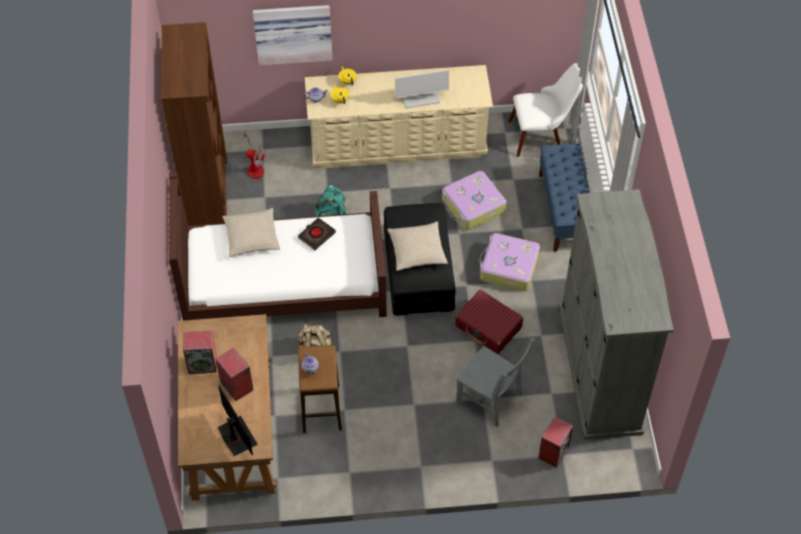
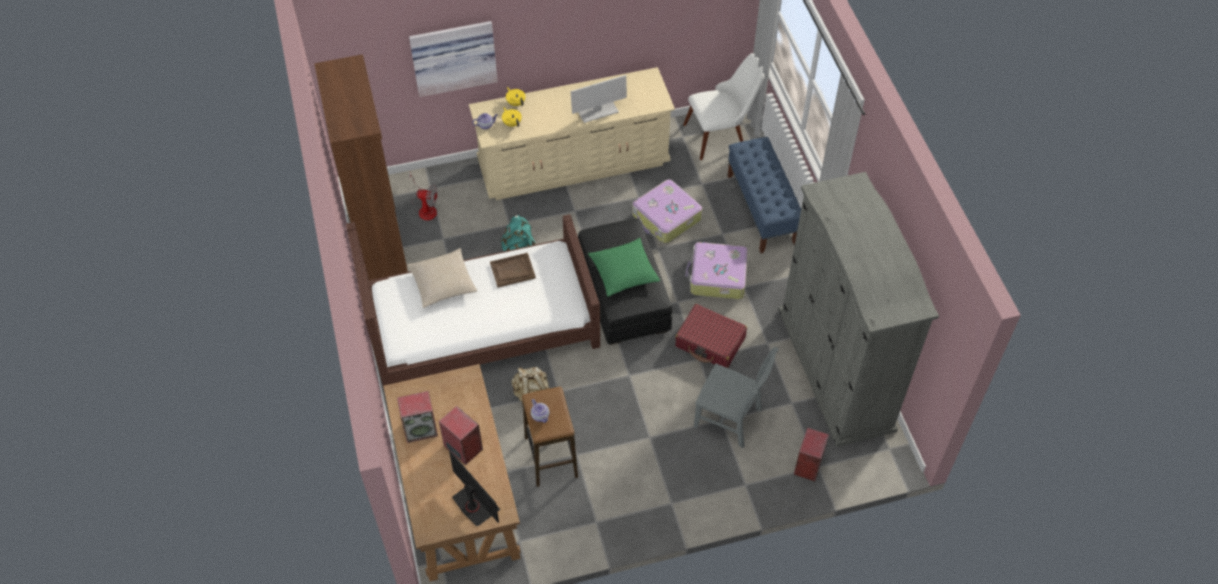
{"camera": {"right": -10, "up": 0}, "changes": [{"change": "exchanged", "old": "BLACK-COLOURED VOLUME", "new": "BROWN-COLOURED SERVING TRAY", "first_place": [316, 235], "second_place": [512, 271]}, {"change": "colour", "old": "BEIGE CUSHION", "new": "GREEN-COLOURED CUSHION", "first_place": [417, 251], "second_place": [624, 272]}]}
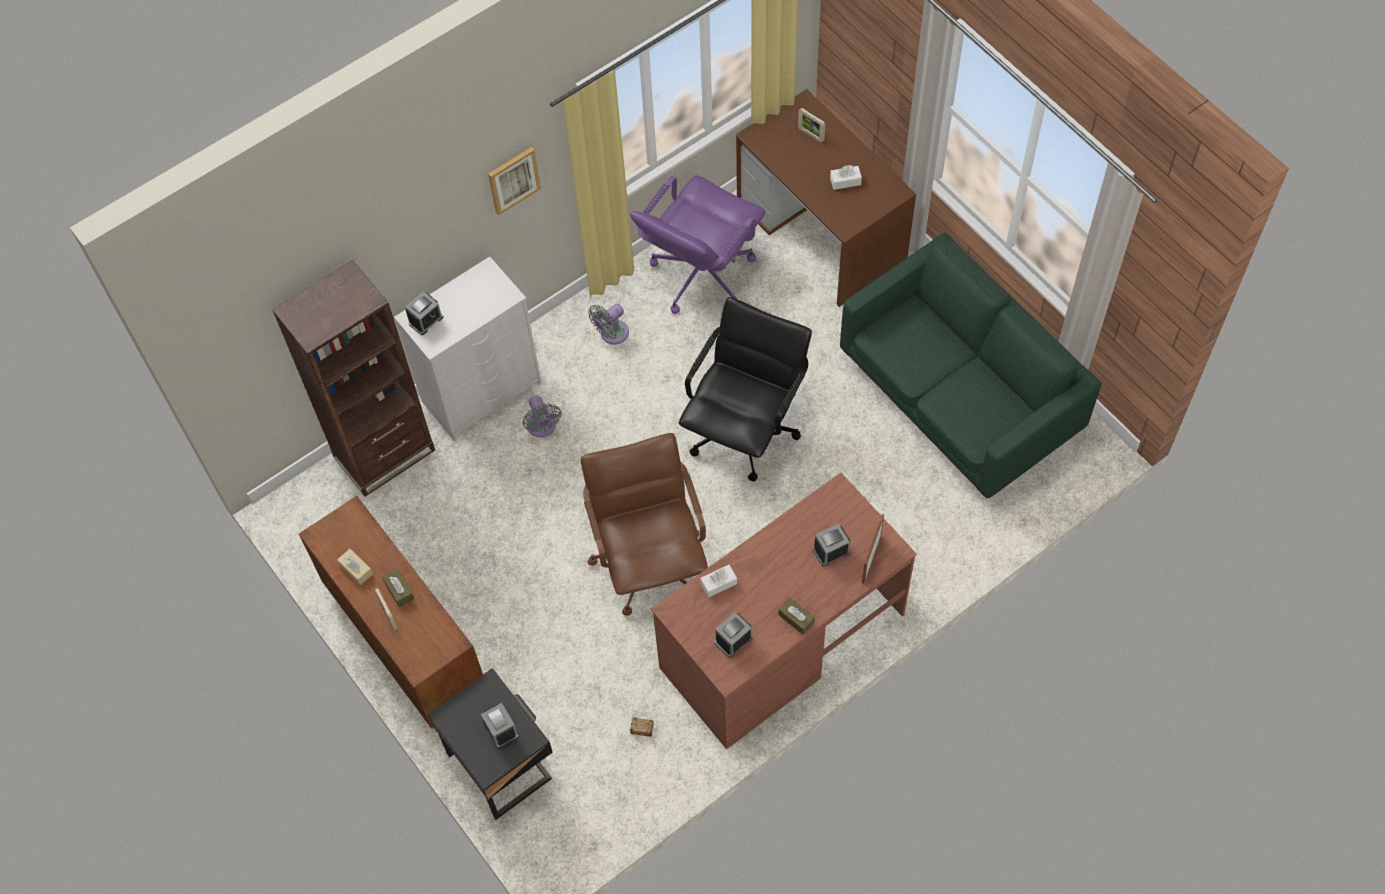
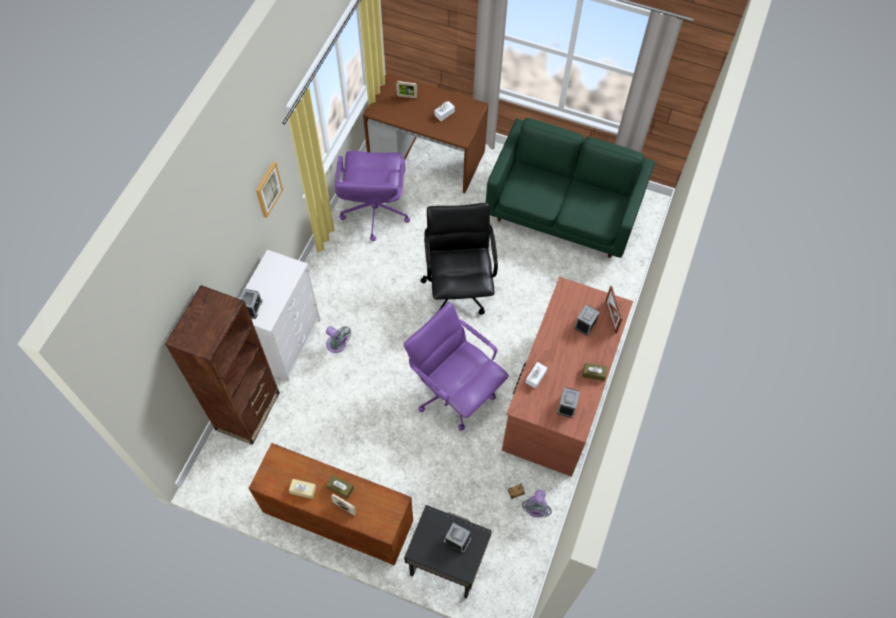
{"camera": {"right": -35, "up": 0}, "changes": [{"change": "colour", "old": "BROWN-COLOURED OFFICE CHAIR", "new": "PURPLISH OFFICE CHAIR", "first_place": [649, 562], "second_place": [454, 391]}, {"change": "relocated", "old": "GRAY FAN", "first_place": [612, 334], "second_place": [535, 509]}]}
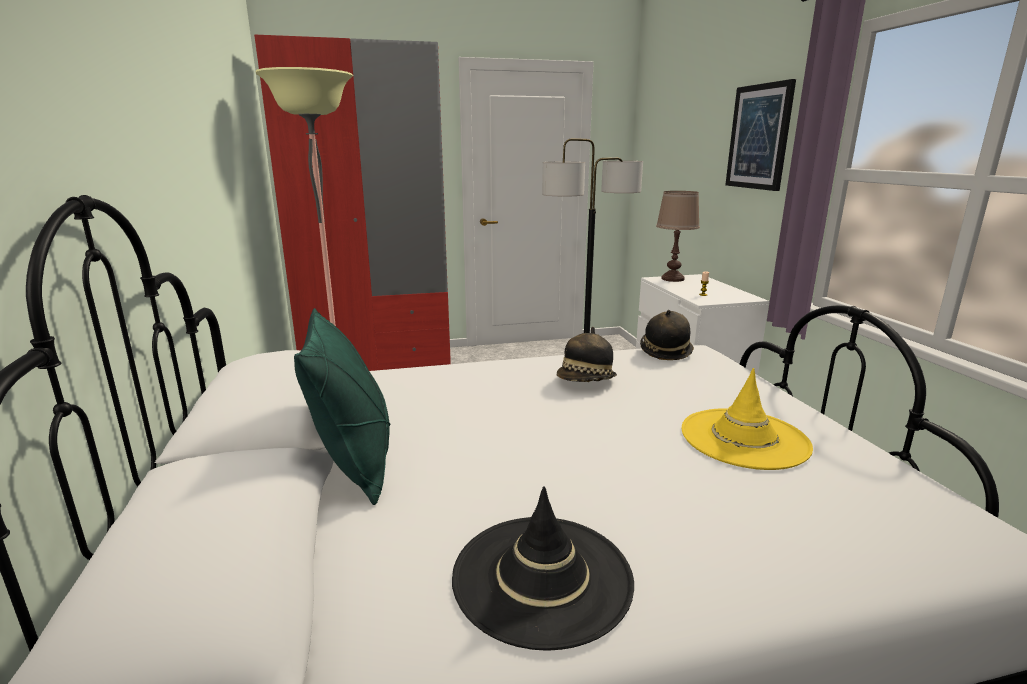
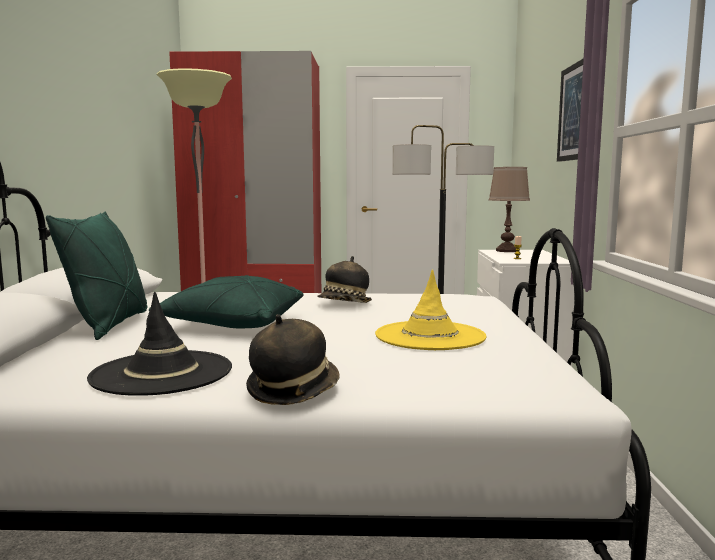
{"camera": {"right": 15, "up": -10}, "changes": [{"change": "relocated", "old": "WEARABLE HAT", "first_place": [665, 352], "second_place": [293, 390]}, {"change": "appeared", "new": "GREEN-COLOURED CUSHION", "second_place": [232, 324]}]}
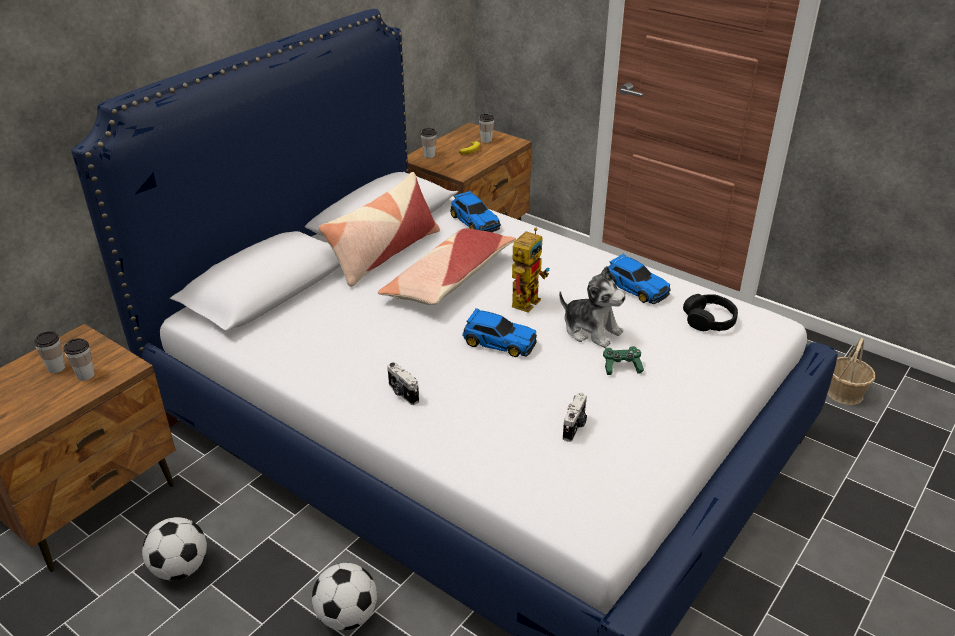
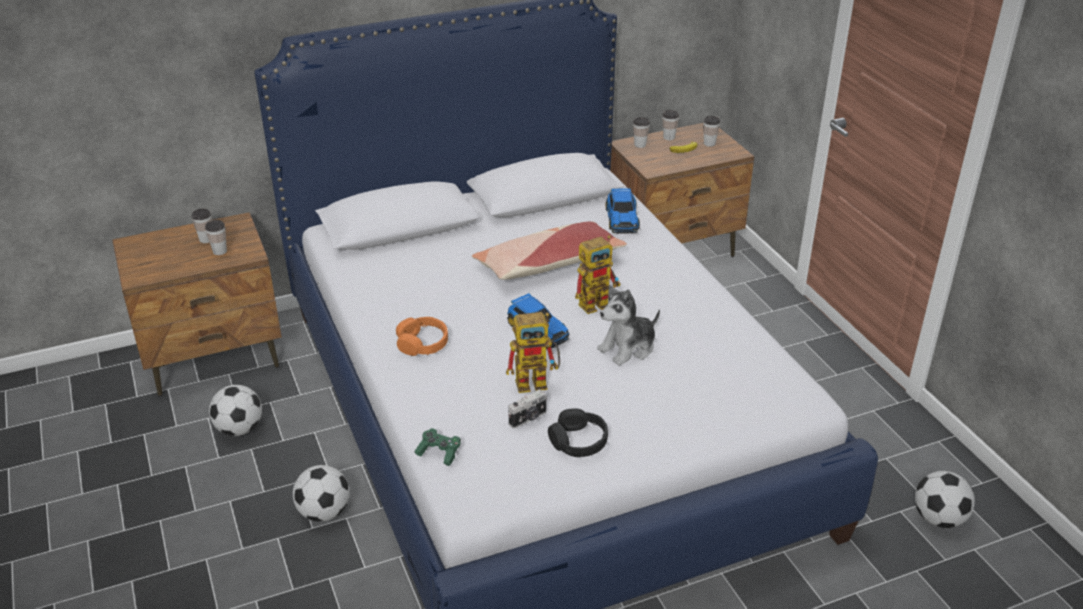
{"camera": {"right": 30, "up": 0}, "changes": [{"change": "missing", "old": "CUSHION", "first_place": [384, 254]}, {"change": "exchanged", "old": "PHOTO CAMERA", "new": "ORANGEY HEADSET", "first_place": [402, 393], "second_place": [422, 343]}, {"change": "spun", "old": "SOFT TOY", "first_place": [591, 330], "second_place": [628, 348], "degrees": 75}, {"change": "relocated", "old": "GREEN-COLOURED GAME CONTROLLER", "first_place": [621, 367], "second_place": [439, 453]}, {"change": "missing", "old": "MINIATURE CAR", "first_place": [635, 287]}, {"change": "relocated", "old": "BLACK-COLOURED HEADSET", "first_place": [709, 320], "second_place": [578, 441]}, {"change": "exchanged", "old": "BASKET", "new": "FOOTBALL", "first_place": [844, 393], "second_place": [938, 518]}, {"change": "appeared", "new": "TOY ROBOT", "second_place": [538, 381]}, {"change": "appeared", "new": "DRINKING CUP", "second_place": [669, 137]}]}
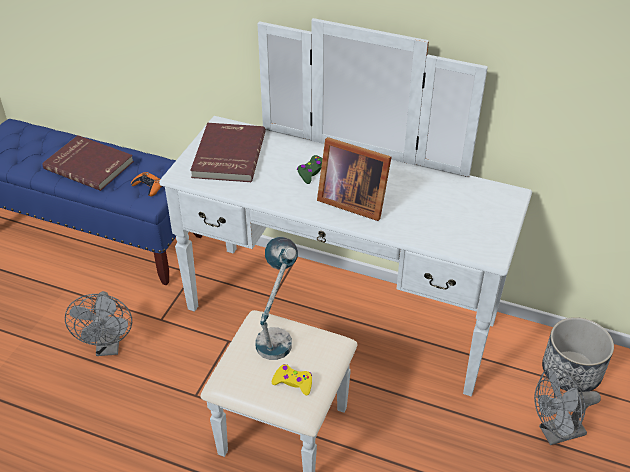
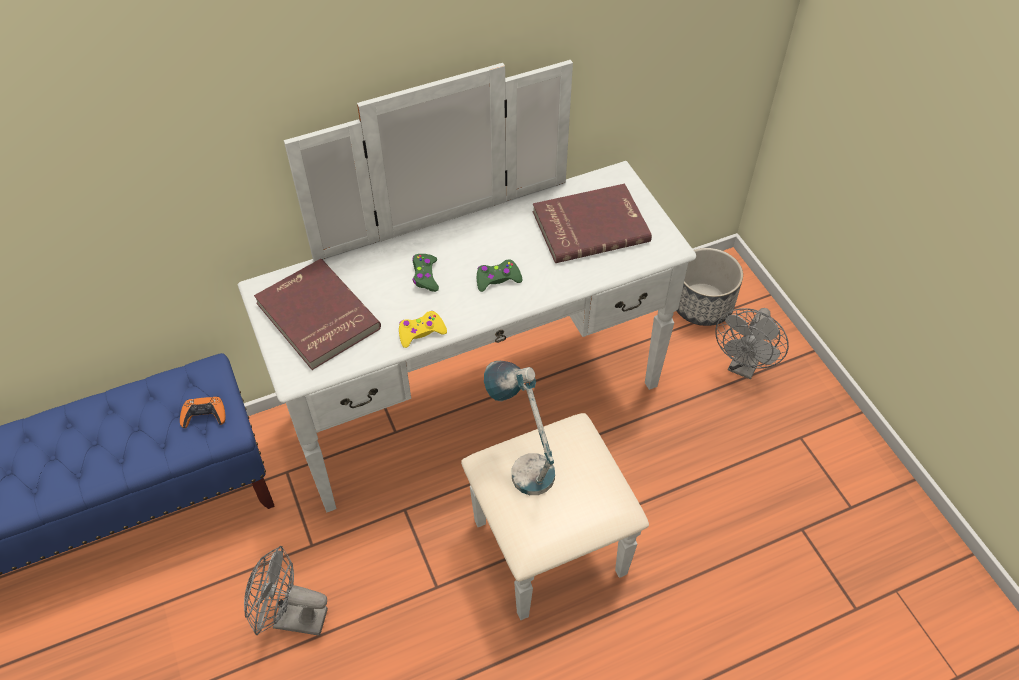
{"camera": {"right": -45, "up": 10}, "changes": [{"change": "relocated", "old": "REDDISH VOLUME", "first_place": [90, 164], "second_place": [589, 225]}, {"change": "spun", "old": "GRAY FAN", "first_place": [109, 347], "second_place": [292, 618], "degrees": 150}, {"change": "relocated", "old": "YELLOW GAME CONTROLLER", "first_place": [293, 382], "second_place": [421, 332]}, {"change": "exchanged", "old": "PHOTO FRAME", "new": "GREEN-COLOURED GAME CONTROLLER", "first_place": [351, 200], "second_place": [497, 279]}]}
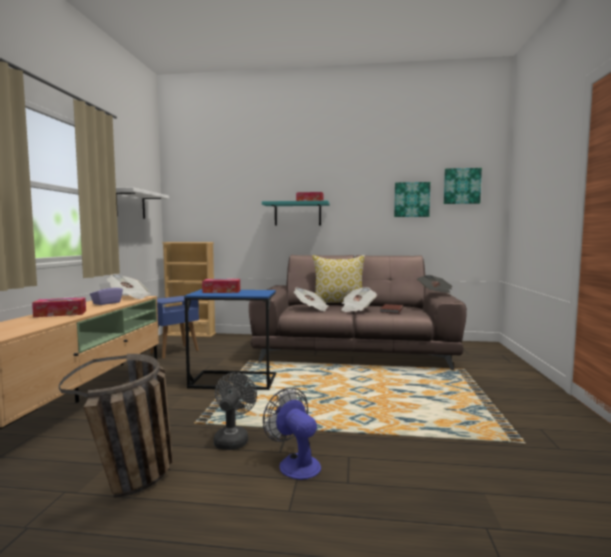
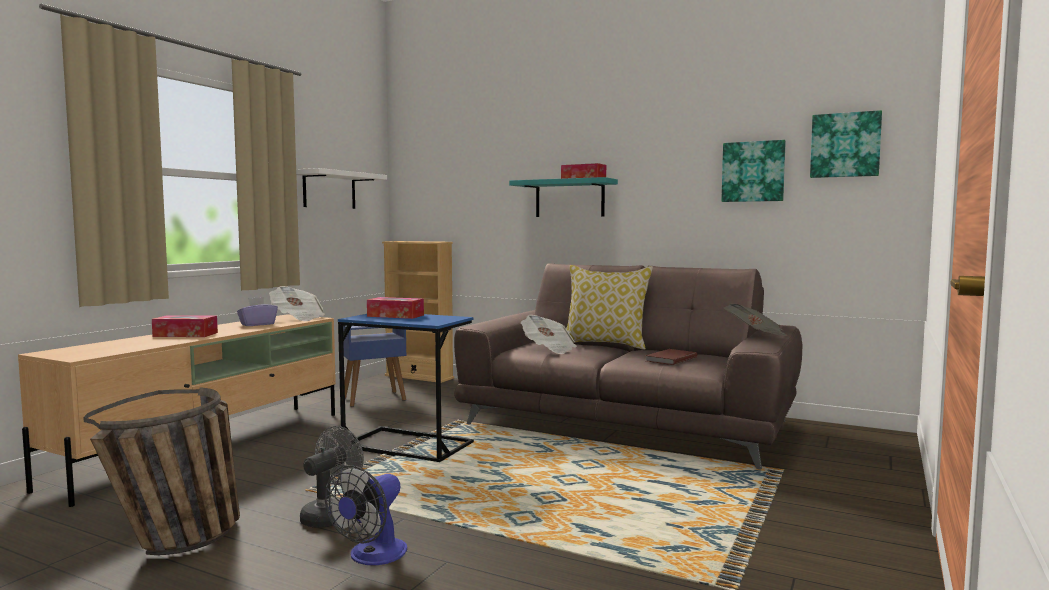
{"camera": {"right": 20, "up": 0}, "changes": [{"change": "spun", "old": "FAN", "first_place": [295, 463], "second_place": [371, 556], "degrees": -135}, {"change": "missing", "old": "DAILY PAPER", "first_place": [357, 309]}]}
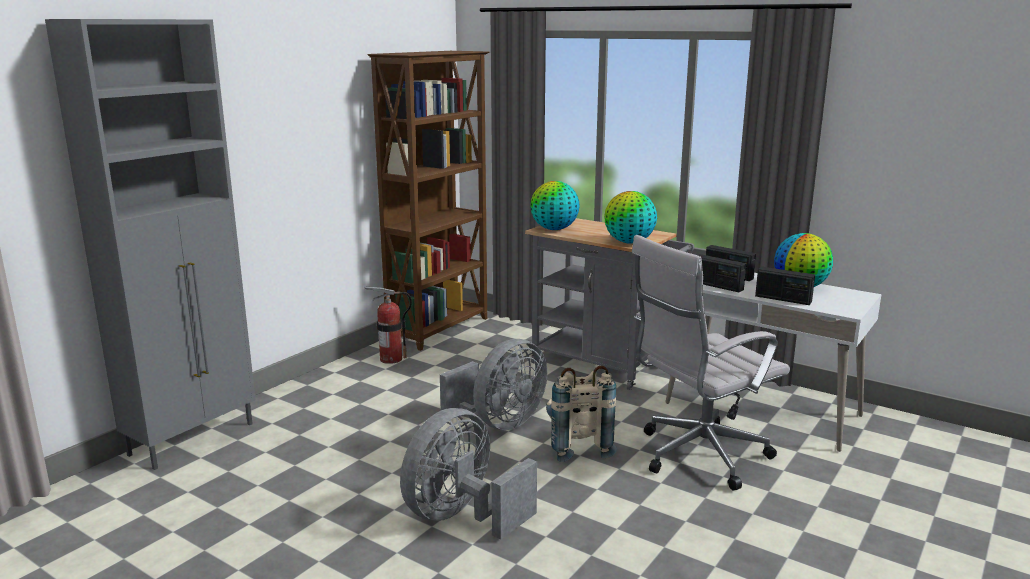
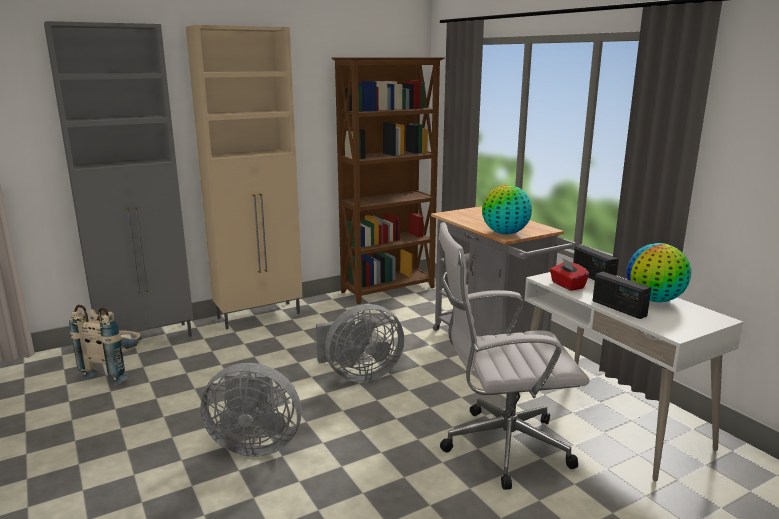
{"camera": {"right": 25, "up": 0}, "changes": [{"change": "missing", "old": "EXTINGUISHER", "first_place": [391, 359]}, {"change": "spun", "old": "GRAY FAN", "first_place": [462, 516], "second_place": [254, 445], "degrees": -150}, {"change": "missing", "old": "GLOBE", "first_place": [554, 229]}, {"change": "relocated", "old": "BEIGE BACKPACK", "first_place": [576, 446], "second_place": [115, 372]}, {"change": "exchanged", "old": "RADIO", "new": "REDDISH TISSUE HOLDER", "first_place": [717, 286], "second_place": [567, 285]}, {"change": "appeared", "new": "BEIGE STORAGE CABINET", "second_place": [260, 315]}]}
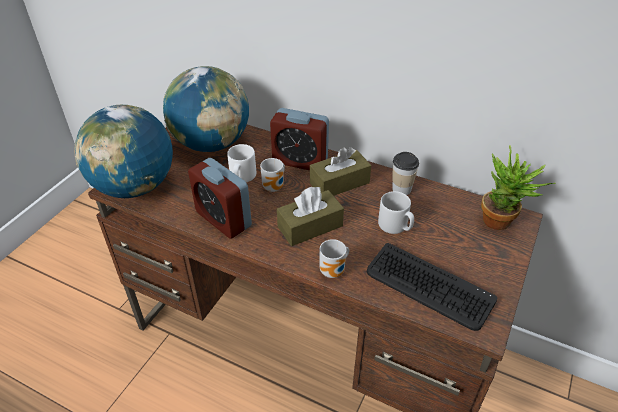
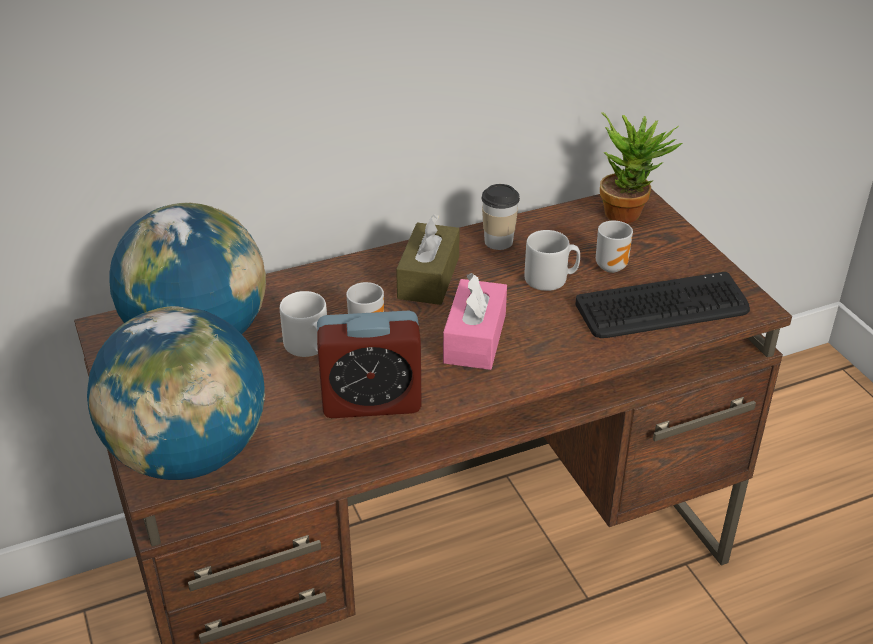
{"camera": {"right": -50, "up": -5}, "changes": [{"change": "missing", "old": "TABLE CLOCK", "first_place": [300, 161]}, {"change": "colour", "old": "BROWN-COLOURED TISSUE HOLDER", "new": "PINK TISSUE HOLDER", "first_place": [310, 226], "second_place": [475, 338]}, {"change": "relocated", "old": "MUG", "first_place": [334, 272], "second_place": [612, 266]}]}
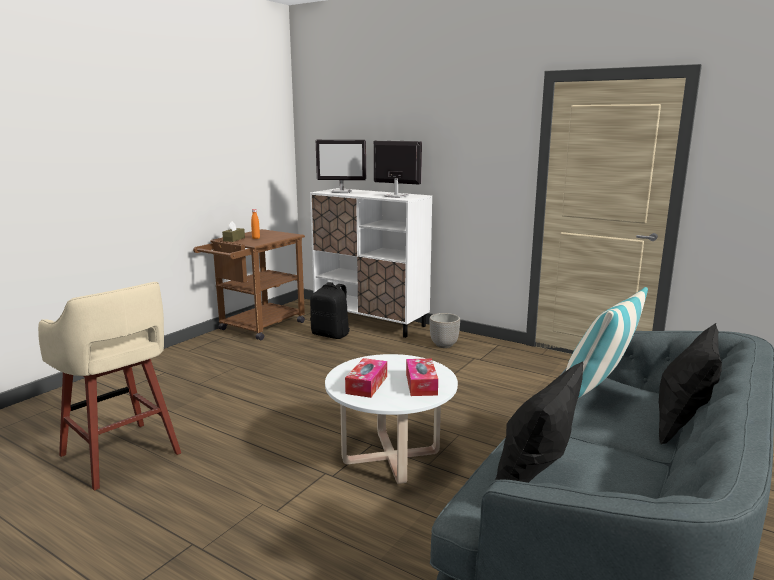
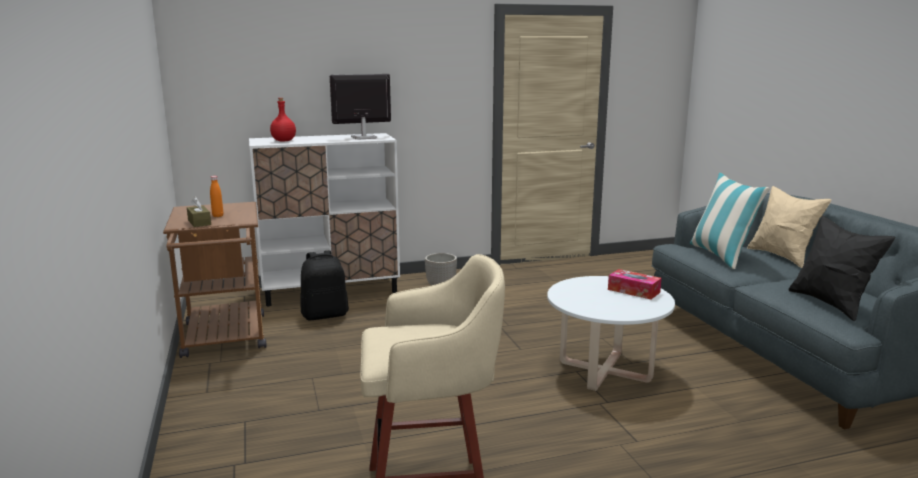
{"camera": {"right": -50, "up": 0}, "changes": [{"change": "exchanged", "old": "MONITOR", "new": "REDDISH BOTTLE", "first_place": [342, 192], "second_place": [283, 141]}, {"change": "missing", "old": "TISSUE HOLDER", "first_place": [367, 385]}, {"change": "colour", "old": "BLACK-COLOURED CUSHION", "new": "BEIGE CUSHION", "first_place": [682, 425], "second_place": [782, 256]}]}
